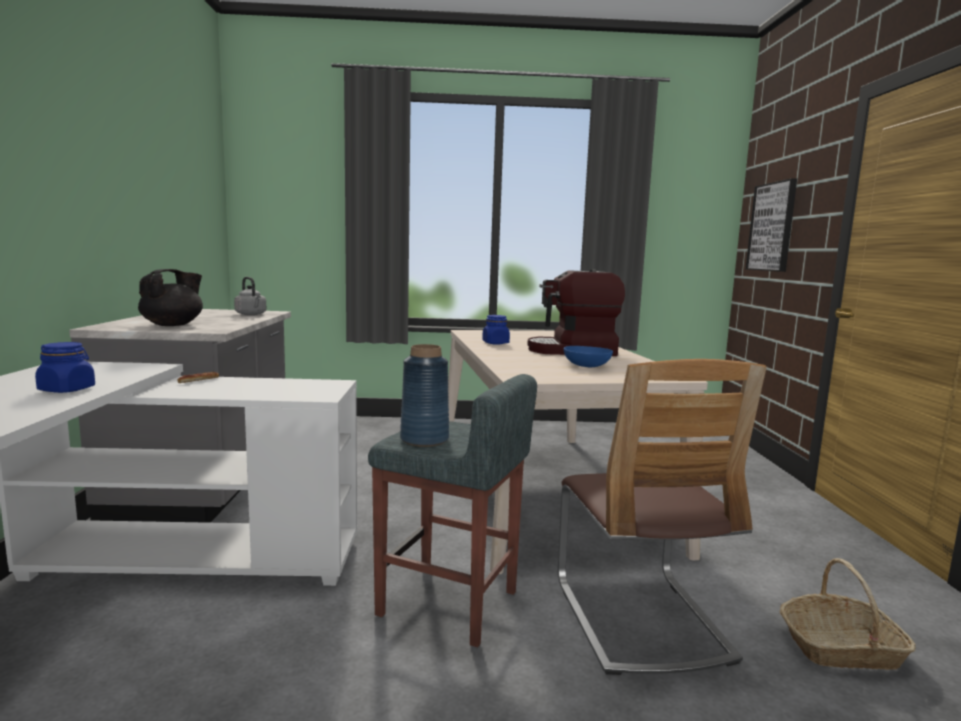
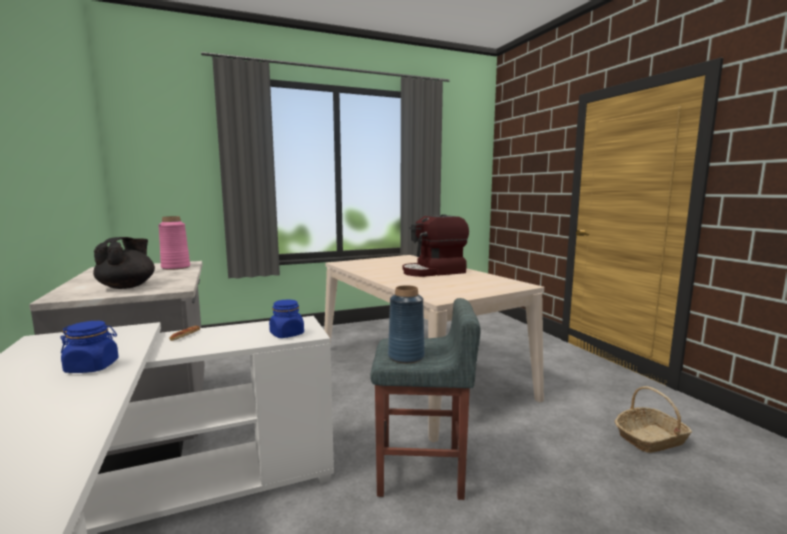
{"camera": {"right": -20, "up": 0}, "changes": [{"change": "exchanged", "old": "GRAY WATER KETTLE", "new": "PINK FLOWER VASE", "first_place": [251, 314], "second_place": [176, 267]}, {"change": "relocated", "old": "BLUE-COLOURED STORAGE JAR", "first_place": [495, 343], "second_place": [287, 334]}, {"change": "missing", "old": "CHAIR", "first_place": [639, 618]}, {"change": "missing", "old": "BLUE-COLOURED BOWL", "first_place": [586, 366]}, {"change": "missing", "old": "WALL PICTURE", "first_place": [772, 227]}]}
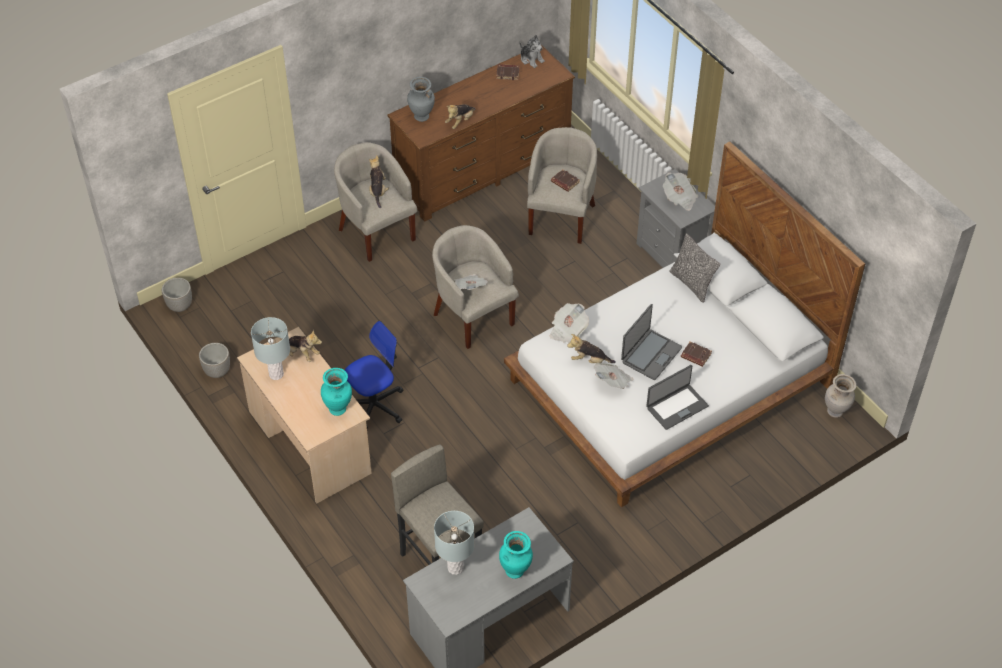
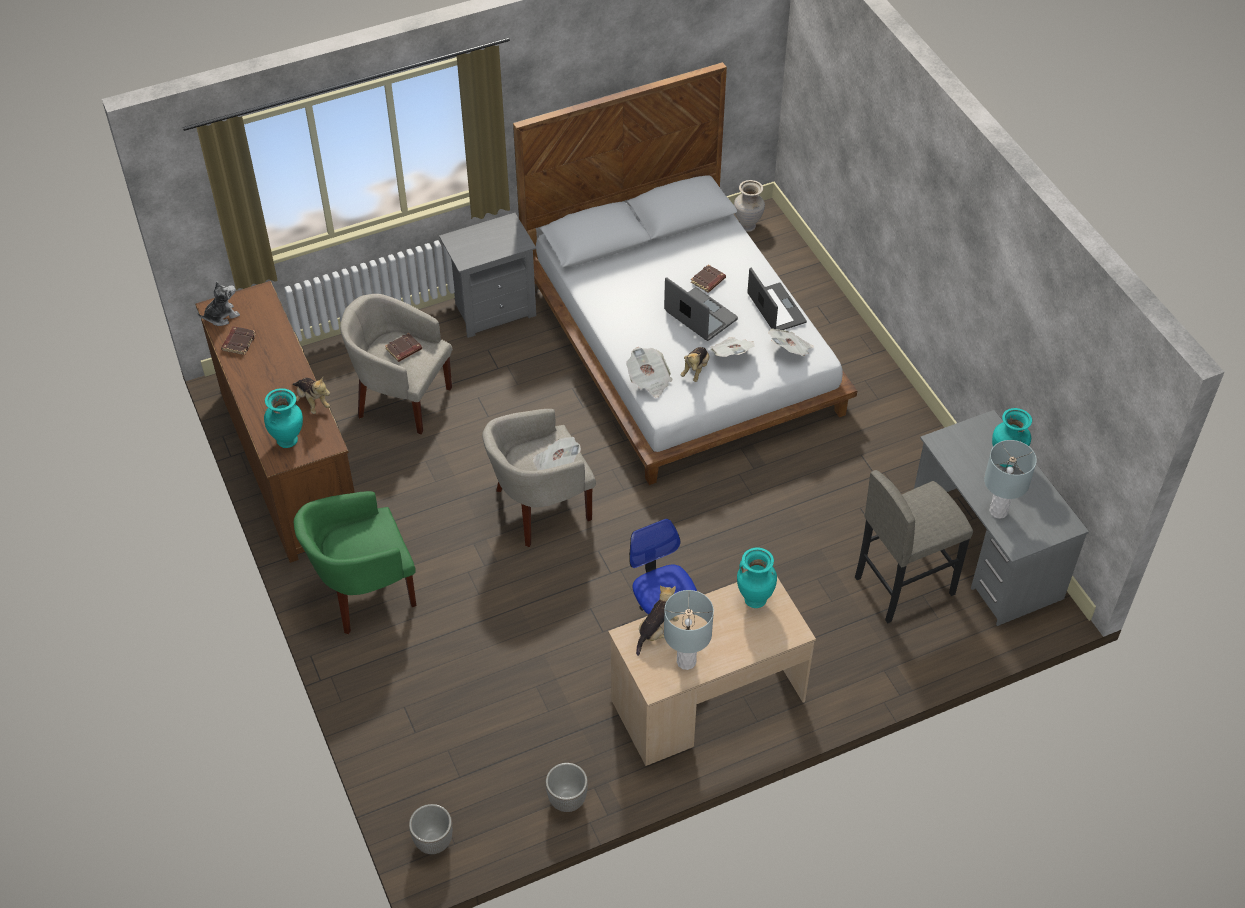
{"camera": {"right": -80, "up": 0}, "changes": [{"change": "colour", "old": "BEIGE ARMCHAIR", "new": "GREEN-COLOURED ARMCHAIR", "first_place": [376, 231], "second_place": [363, 591]}, {"change": "missing", "old": "SOFT TOY", "first_place": [378, 191]}, {"change": "colour", "old": "GRAY FLOWER VASE", "new": "TURQUOISE-COLOURED FLOWER VASE", "first_place": [421, 117], "second_place": [288, 441]}, {"change": "relocated", "old": "DAILY PAPER", "first_place": [679, 198], "second_place": [790, 350]}, {"change": "missing", "old": "CUSHION", "first_place": [692, 284]}]}
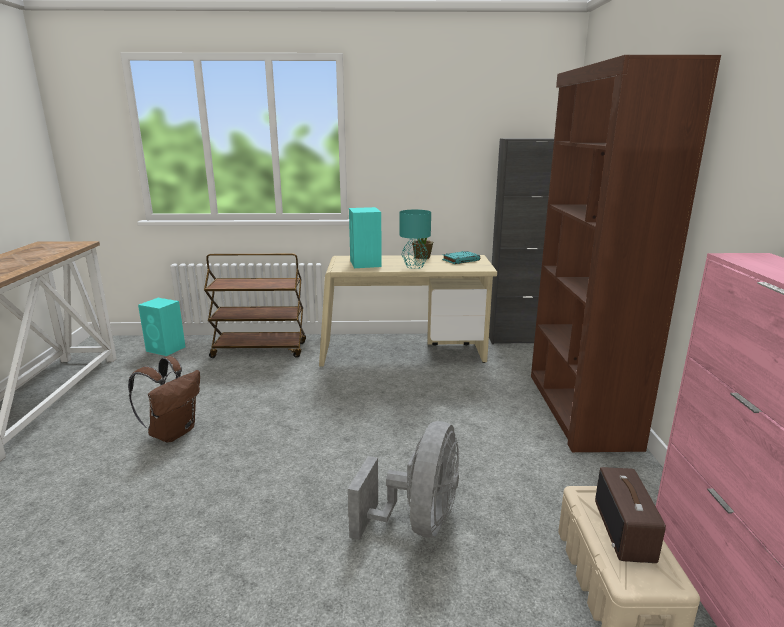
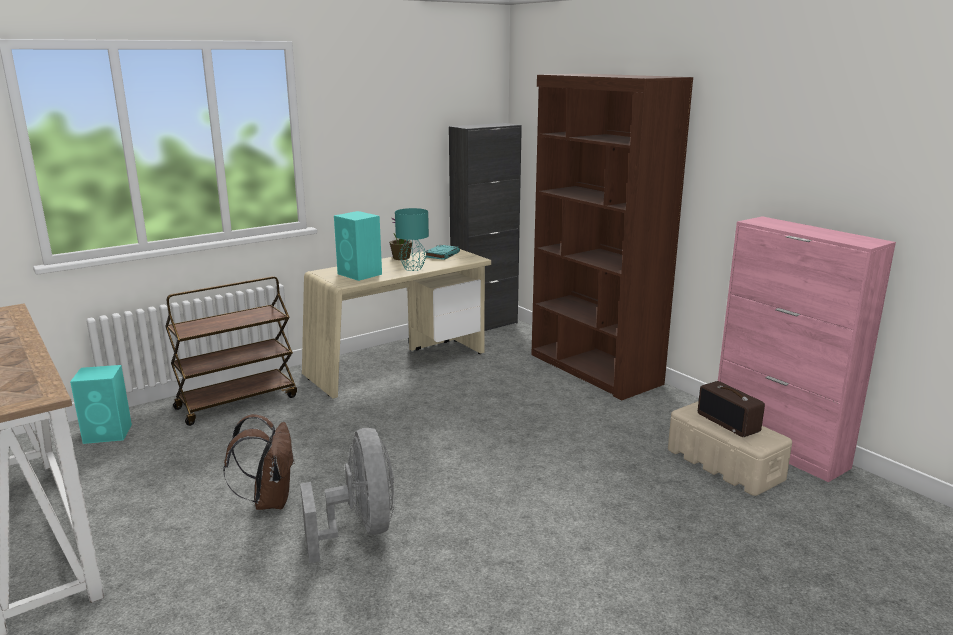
{"camera": {"right": -35, "up": 0}, "changes": [{"change": "relocated", "old": "GRAY FAN", "first_place": [418, 522], "second_place": [360, 529]}]}
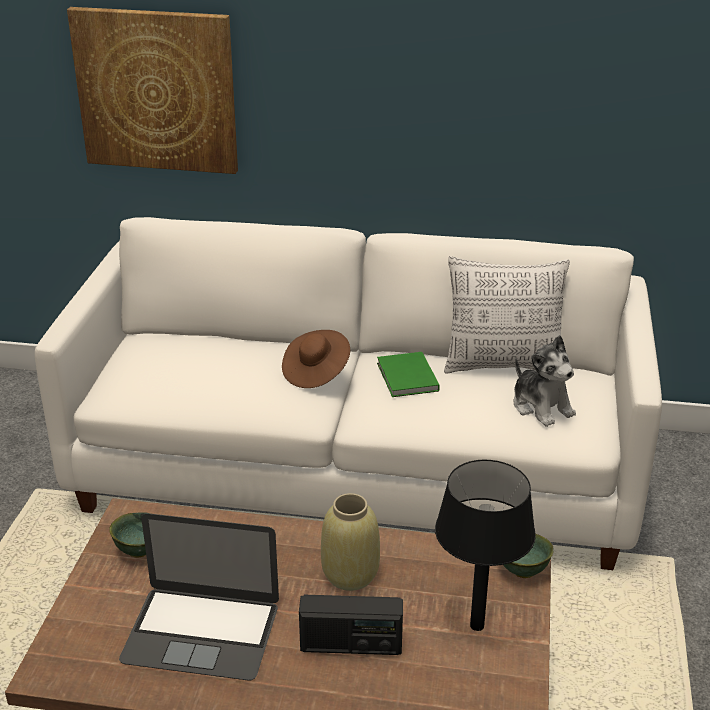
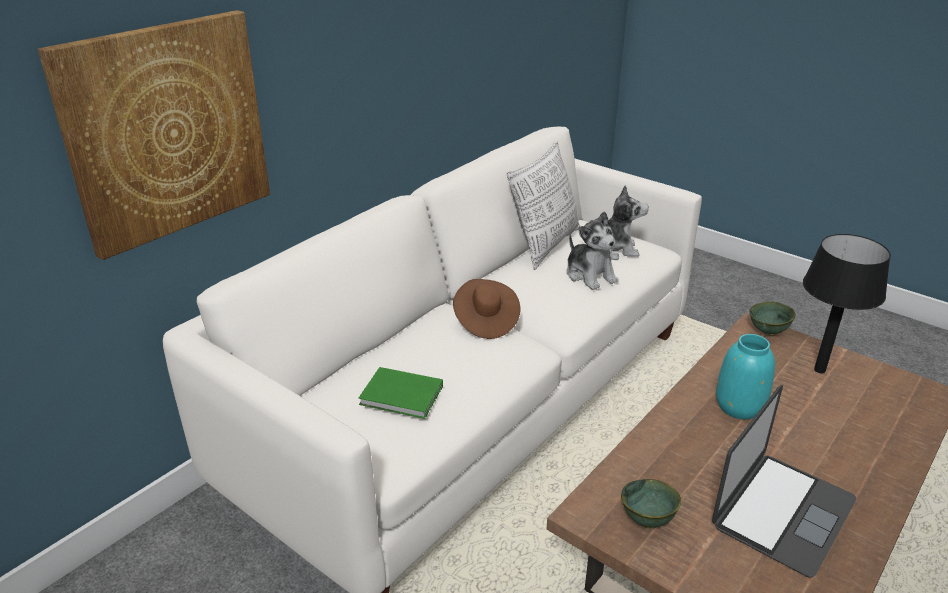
{"camera": {"right": -60, "up": 0}, "changes": [{"change": "missing", "old": "RADIO", "first_place": [351, 645]}, {"change": "colour", "old": "BEIGE FLOWER VASE", "new": "TURQUOISE-COLOURED FLOWER VASE", "first_place": [350, 575], "second_place": [740, 406]}, {"change": "relocated", "old": "GREEN-COLOURED VOLUME", "first_place": [406, 378], "second_place": [403, 396]}, {"change": "appeared", "new": "SOFT TOY", "second_place": [590, 275]}]}
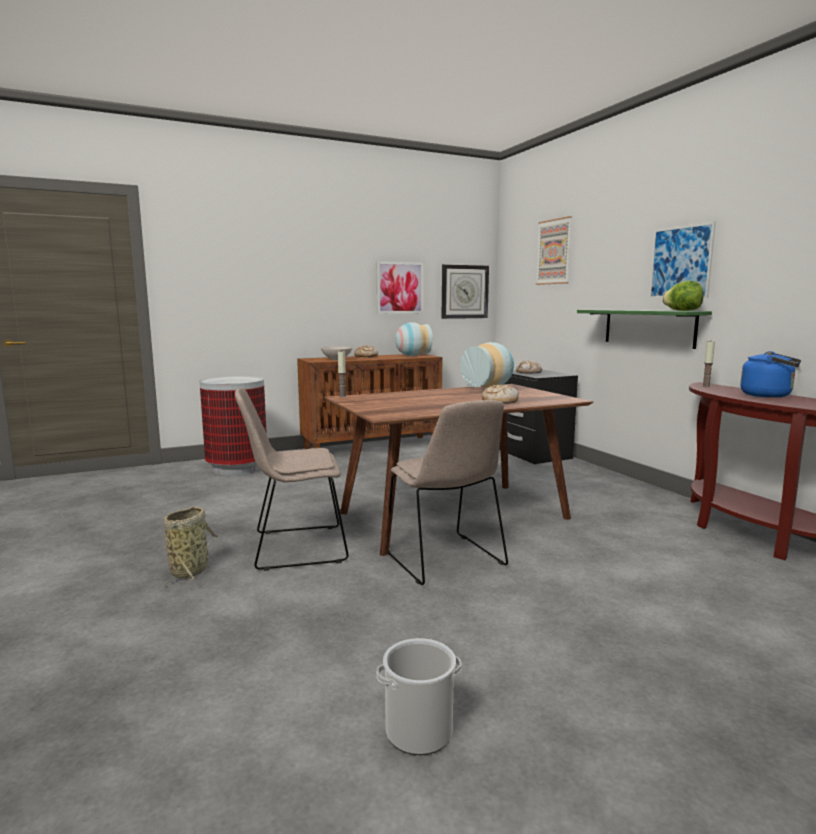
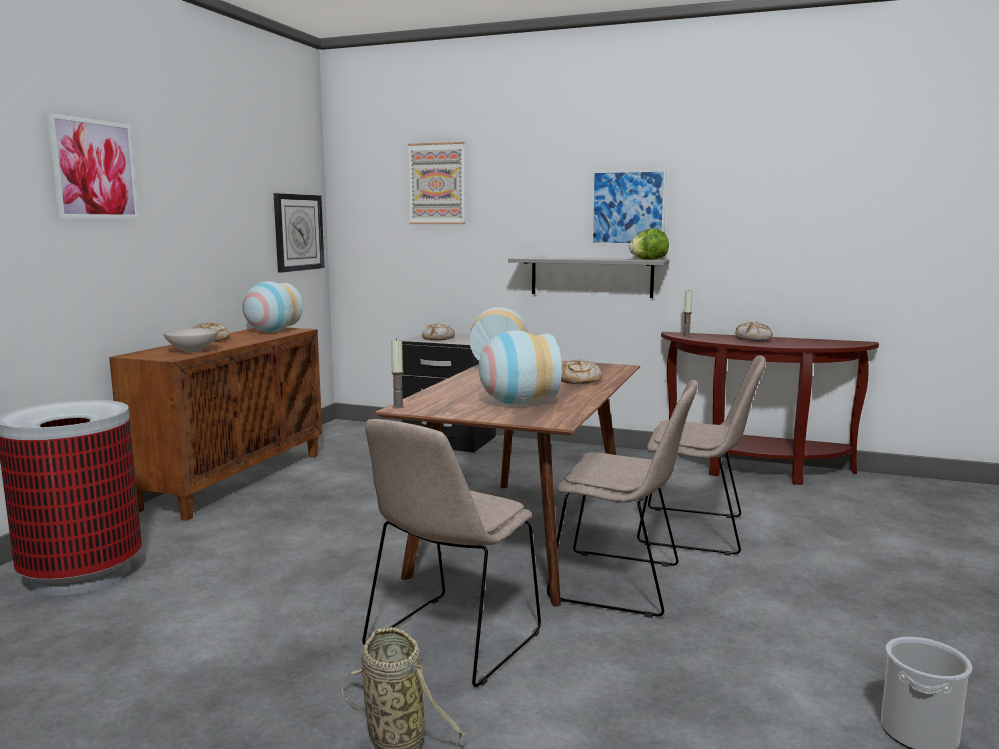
{"camera": {"right": -45, "up": 0}, "changes": [{"change": "relocated", "old": "WALL PICTURE", "first_place": [399, 288], "second_place": [94, 169]}, {"change": "colour", "old": "GREEN-COLOURED SHELF", "new": "GRAY SHELF", "first_place": [648, 327], "second_place": [591, 277]}, {"change": "exchanged", "old": "BLUE-COLOURED WATER KETTLE", "new": "BREAD", "first_place": [769, 395], "second_place": [754, 339]}, {"change": "appeared", "new": "FLOWER VASE", "second_place": [516, 403]}, {"change": "appeared", "new": "BEIGE CHAIR", "second_place": [696, 531]}]}
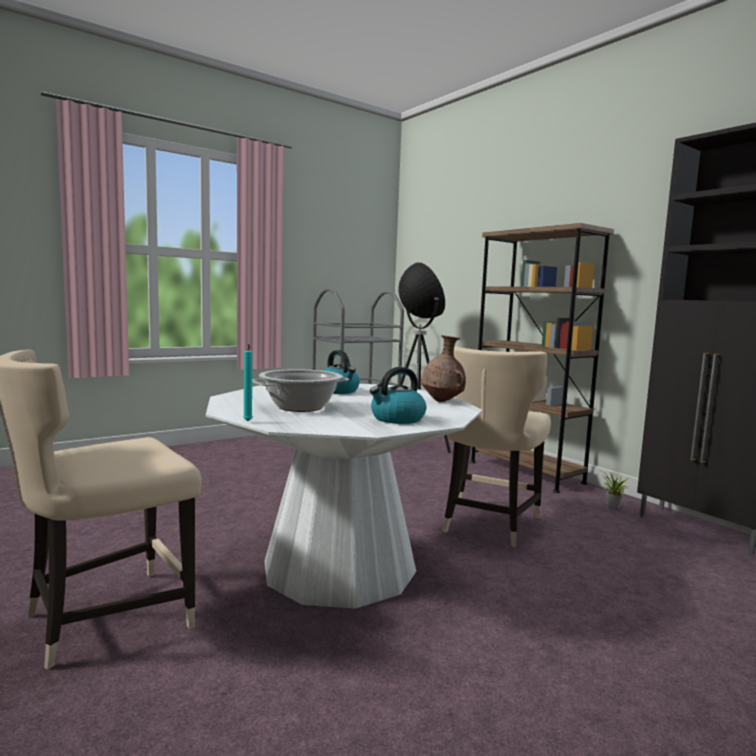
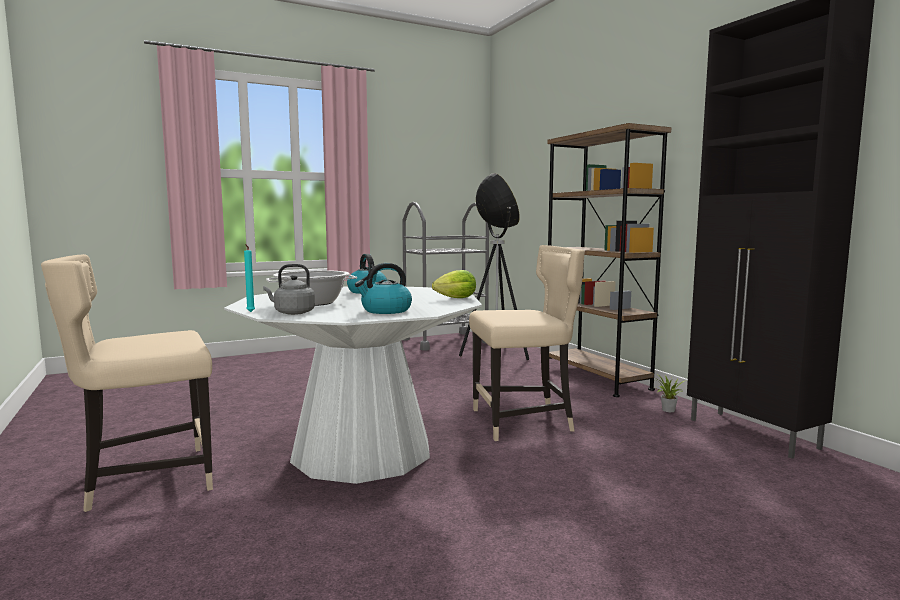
{"camera": {"right": 10, "up": 0}, "changes": [{"change": "exchanged", "old": "BROWN-COLOURED FLOWER VASE", "new": "LETTUCE HEAD", "first_place": [442, 401], "second_place": [453, 298]}, {"change": "spun", "old": "BEIGE CHAIR", "first_place": [487, 524], "second_place": [524, 422], "degrees": -135}, {"change": "appeared", "new": "GRAY WATER KETTLE", "second_place": [292, 313]}]}
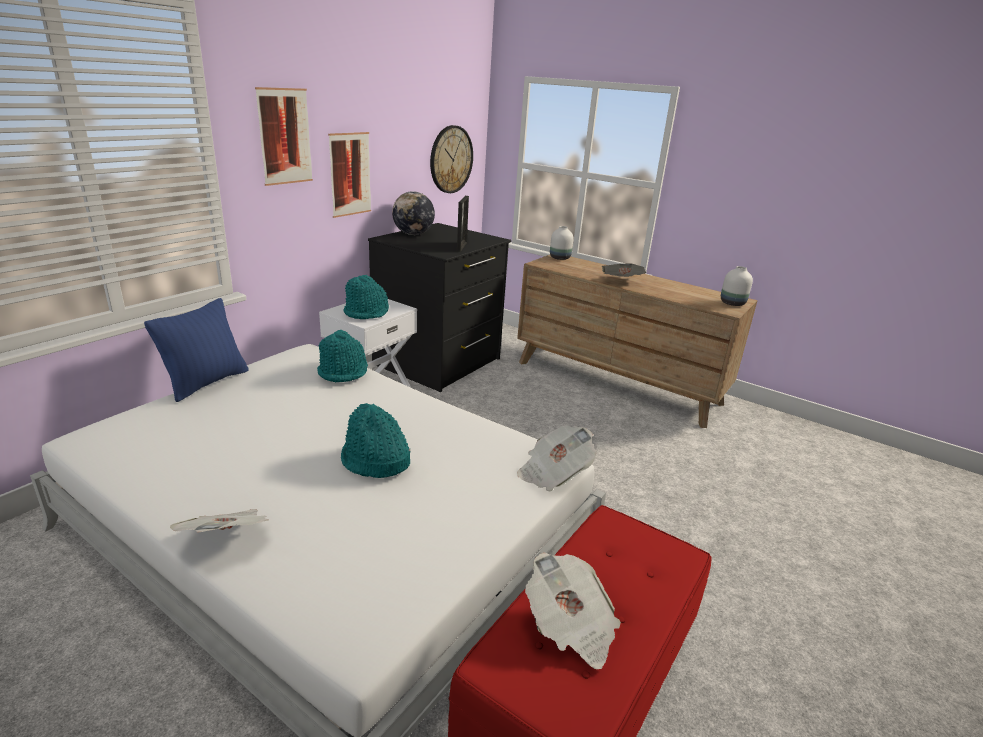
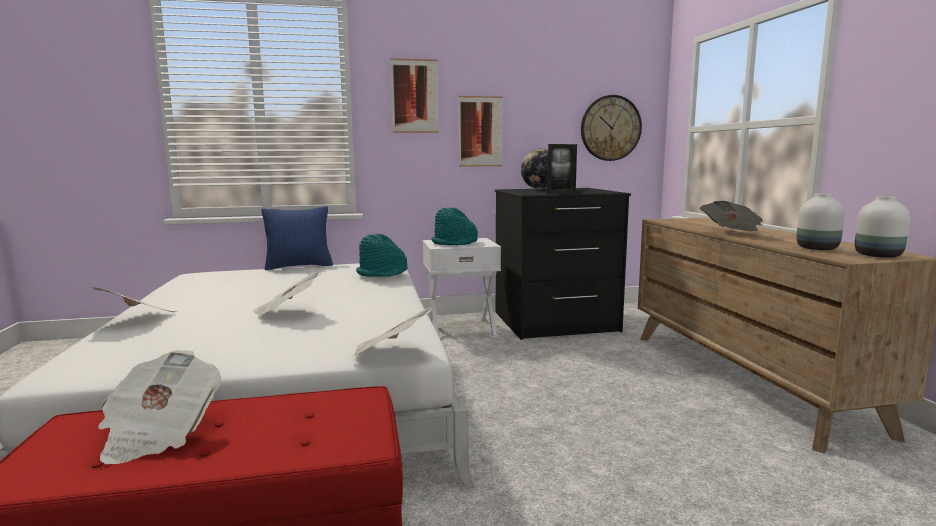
{"camera": {"right": 45, "up": -15}, "changes": [{"change": "exchanged", "old": "TURQUOISE-COLOURED WEARABLE HAT", "new": "DAILY PAPER", "first_place": [374, 461], "second_place": [287, 312]}, {"change": "relocated", "old": "WHITE-COLOURED FLOWER VASE", "first_place": [559, 258], "second_place": [816, 248]}]}
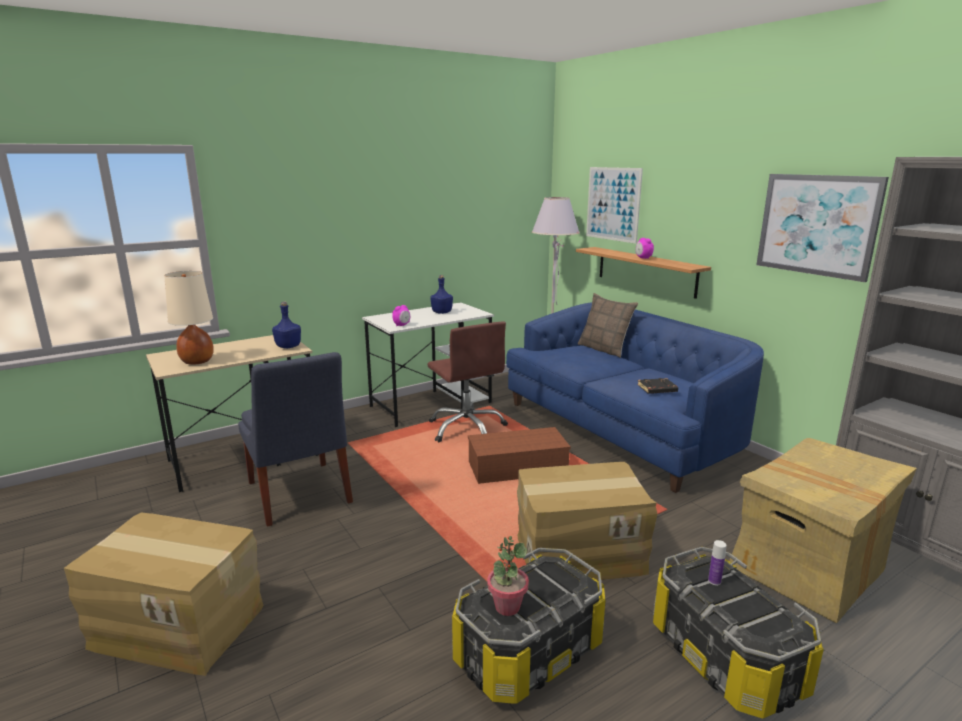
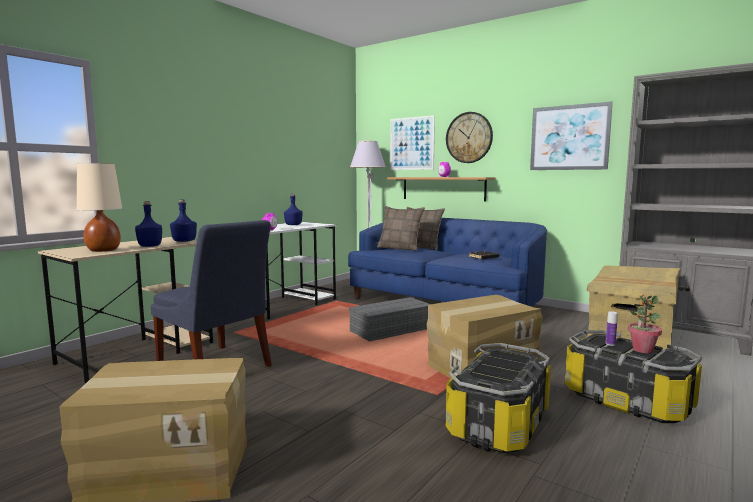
{"camera": {"right": -20, "up": -10}, "changes": [{"change": "missing", "old": "BROWN-COLOURED OFFICE CHAIR", "first_place": [467, 428]}, {"change": "colour", "old": "BROWN-COLOURED STORAGE BIN", "new": "GRAY STORAGE BIN", "first_place": [518, 467], "second_place": [391, 330]}, {"change": "relocated", "old": "HOUSEPLANT", "first_place": [507, 607], "second_place": [642, 350]}, {"change": "appeared", "new": "BLUE-COLOURED BOTTLE", "second_place": [149, 246]}, {"change": "appeared", "new": "CUSHION", "second_place": [400, 248]}, {"change": "appeared", "new": "CLOCK ON THE WALL", "second_place": [469, 137]}]}
